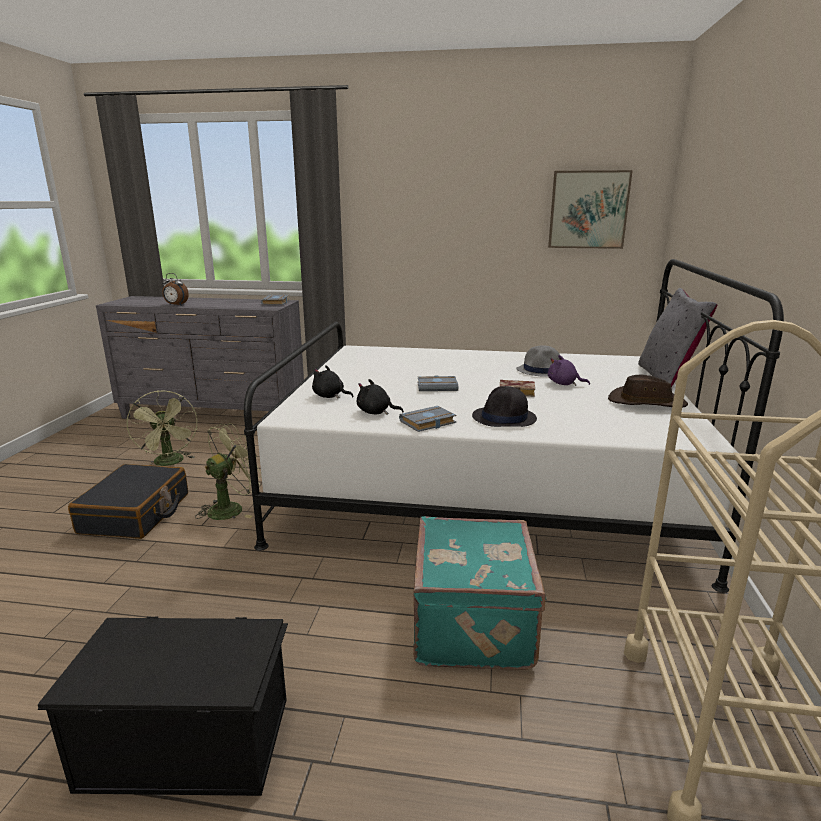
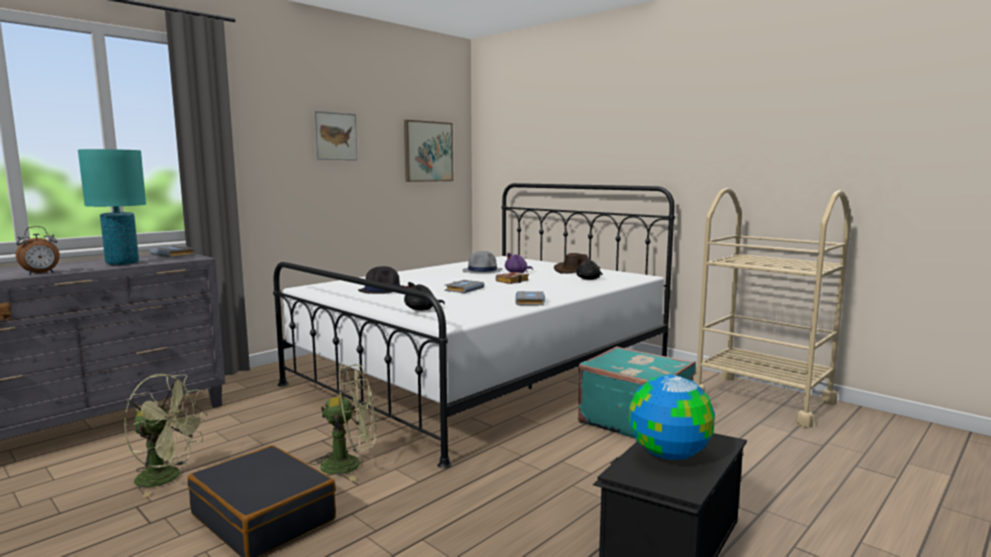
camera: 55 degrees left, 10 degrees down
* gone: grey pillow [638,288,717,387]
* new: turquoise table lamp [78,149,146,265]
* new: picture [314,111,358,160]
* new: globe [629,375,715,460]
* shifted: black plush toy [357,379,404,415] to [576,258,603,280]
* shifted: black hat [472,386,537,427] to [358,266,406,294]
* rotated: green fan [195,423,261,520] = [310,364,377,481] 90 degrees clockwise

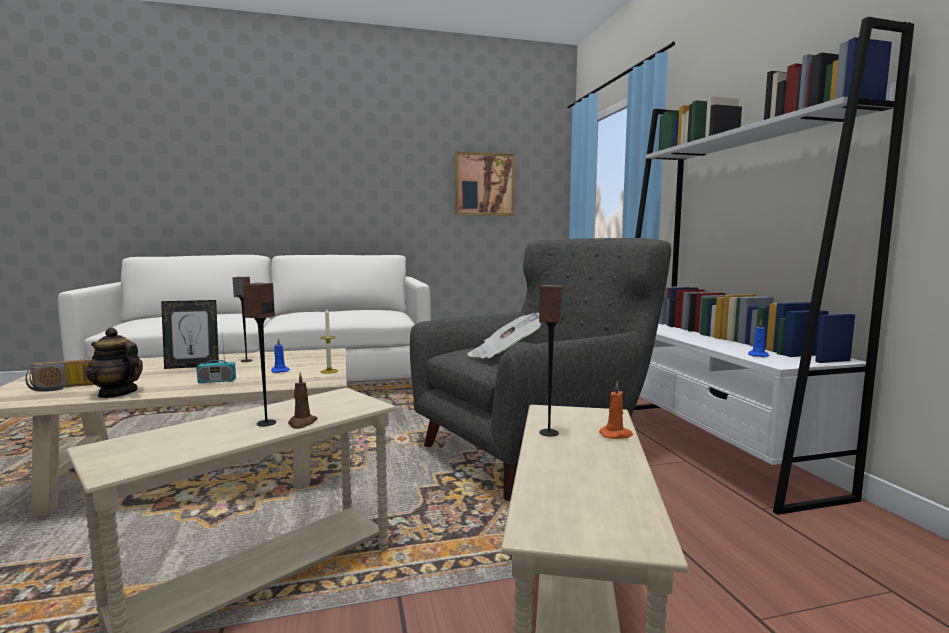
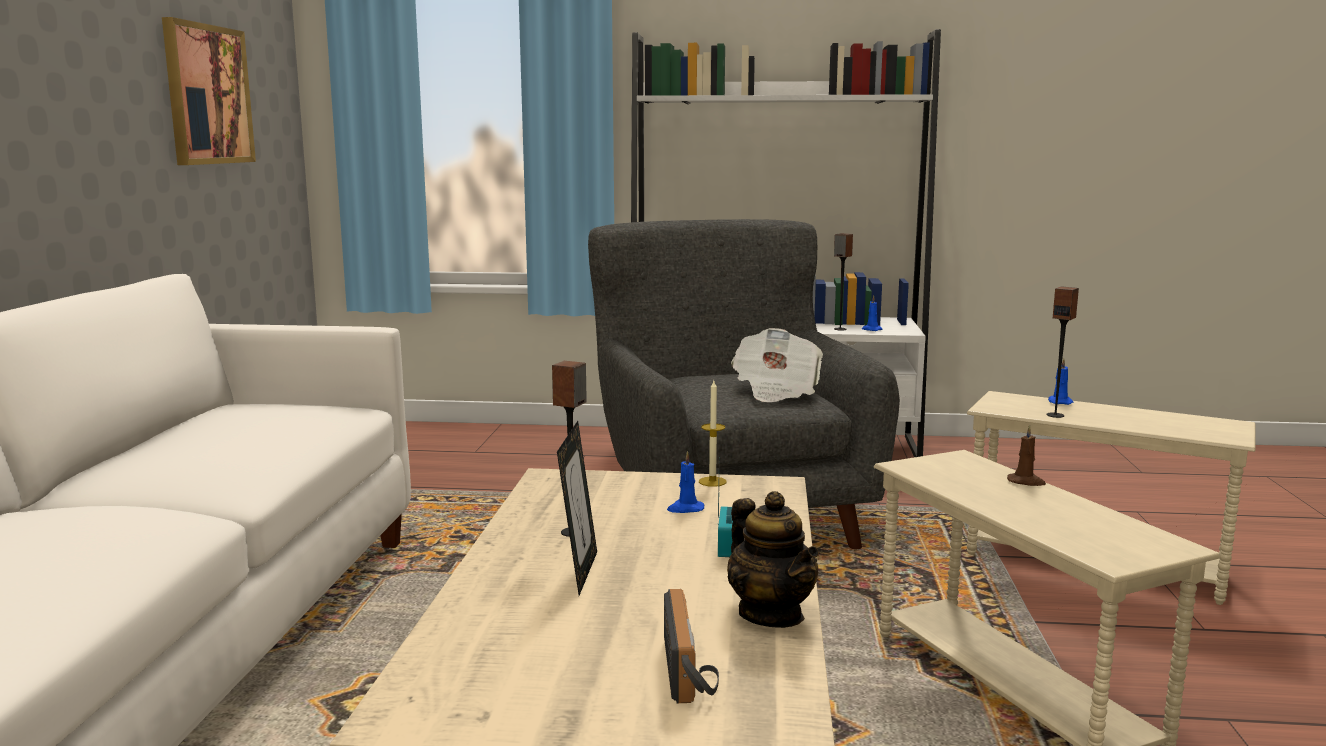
camera: 70 degrees left, 5 degrees up
* shifted: speaker [243,283,276,427] to [834,233,853,330]
* repainted: orange candle [599,381,633,439] to blue candle [1048,359,1073,405]
* rotated: teapot [86,327,143,398] = [727,491,819,628] 75 degrees counterclockwise

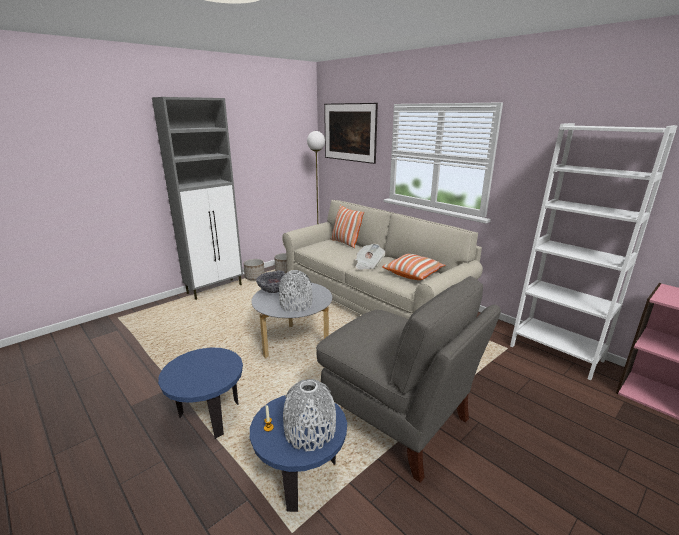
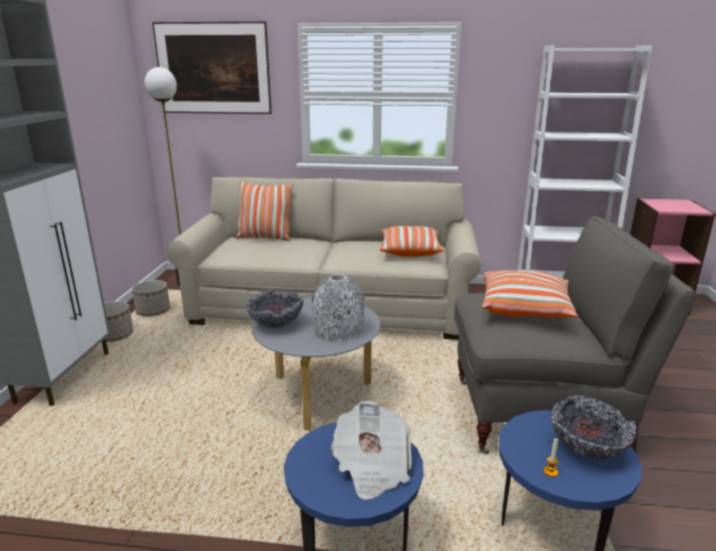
camera: 40 degrees left, 0 degrees up
* new: pillow [482,270,578,318]
* shifted: newspaper [355,244,385,269] to [331,401,412,500]
* swapped: grey vase [283,379,336,451] to bowl [551,395,637,459]

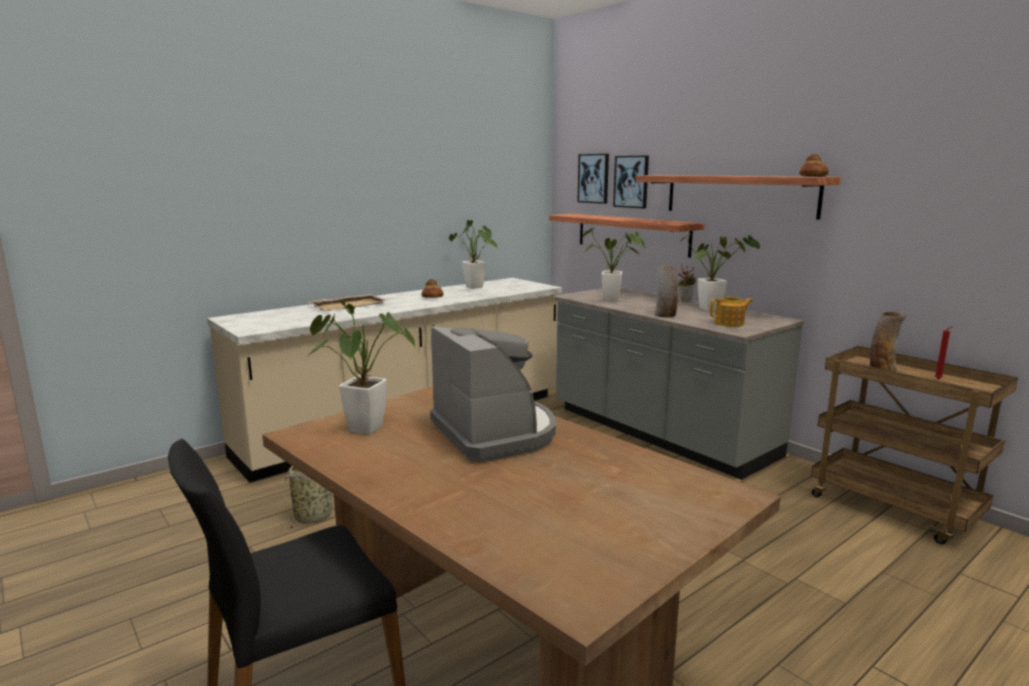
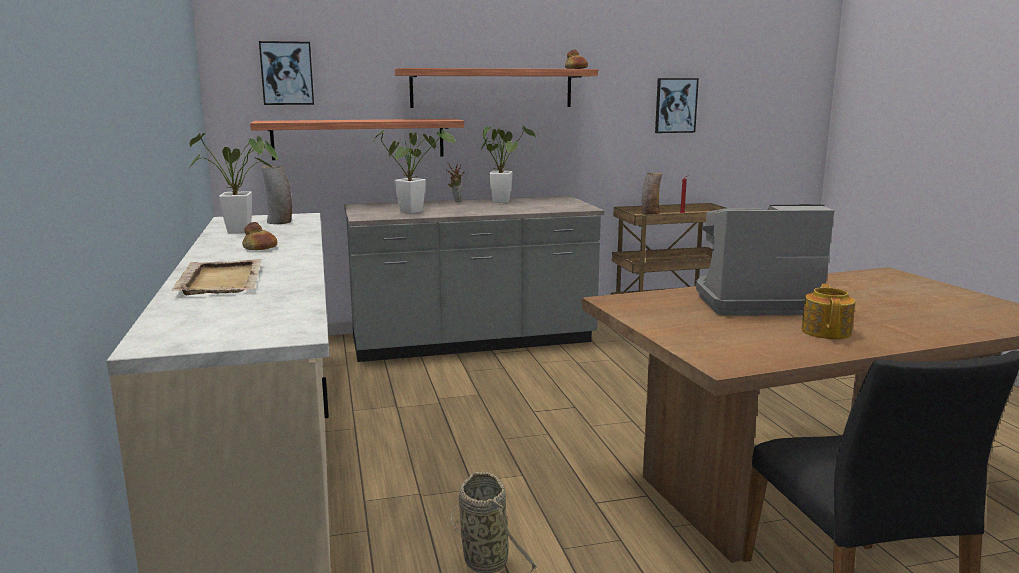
camera: 65 degrees left, 0 degrees up
* gone: potted plant [306,300,416,434]
* shifted: picture [613,156,649,209] to [655,78,699,133]
* shifted: vase [655,266,678,317] to [262,166,292,224]
* shifted: teapot [710,297,753,327] to [801,283,855,339]

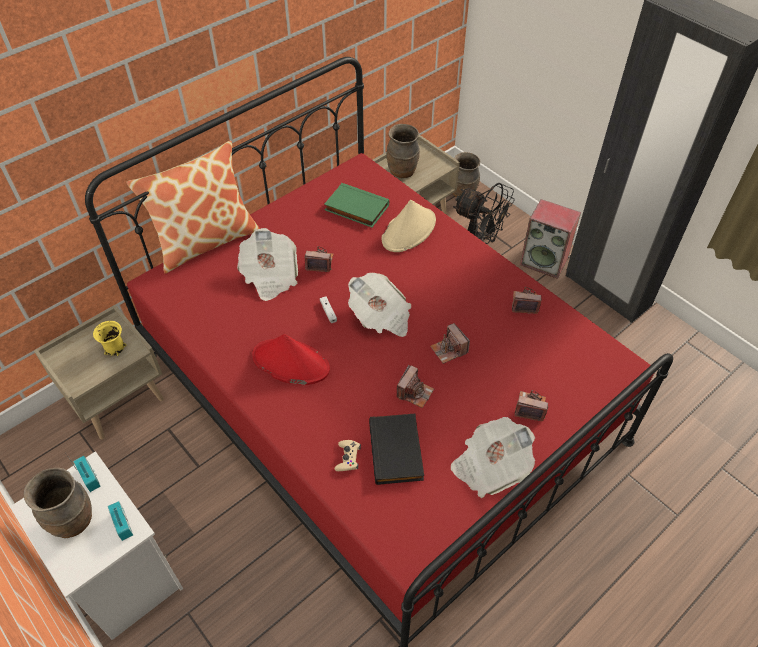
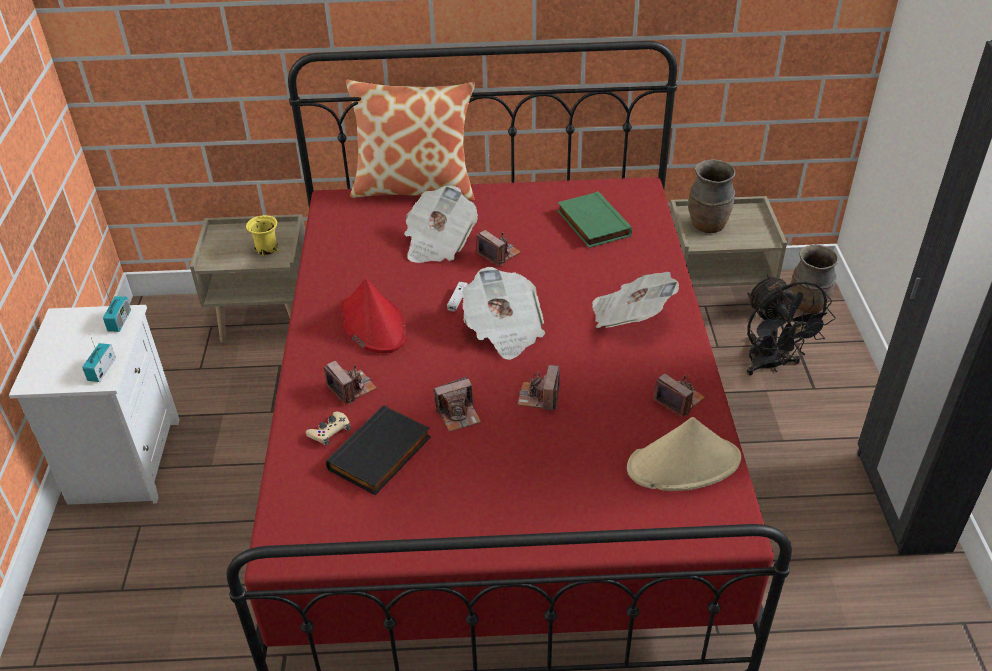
camera: 40 degrees right, 10 degrees down
* gone: brown vase [24,468,92,538]
* gone: speaker [520,199,581,279]
* shifted: beige hat [382,200,436,252] to [627,417,741,491]
* shifted: newspaper [451,417,535,498] to [592,272,679,328]
* shifted: photo camera [515,390,548,421] to [324,361,377,404]

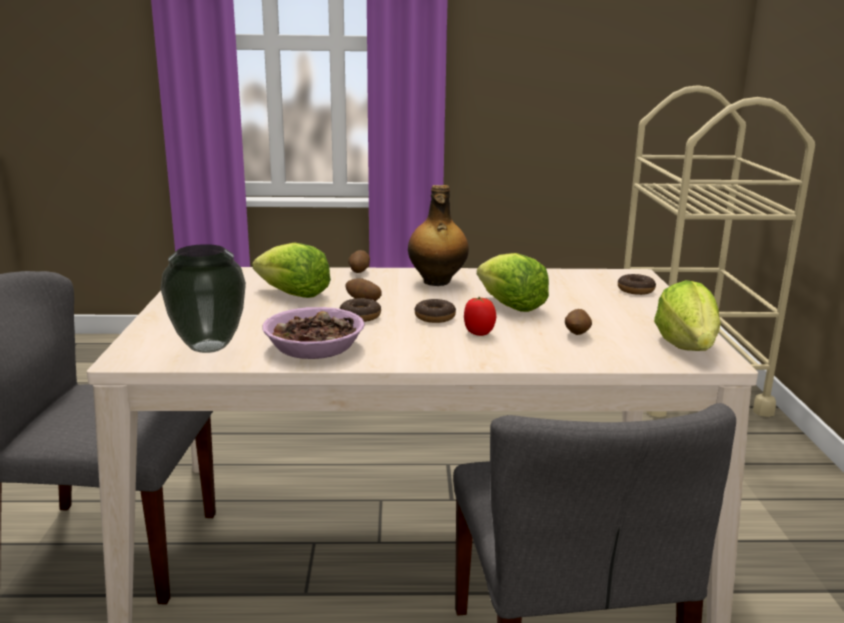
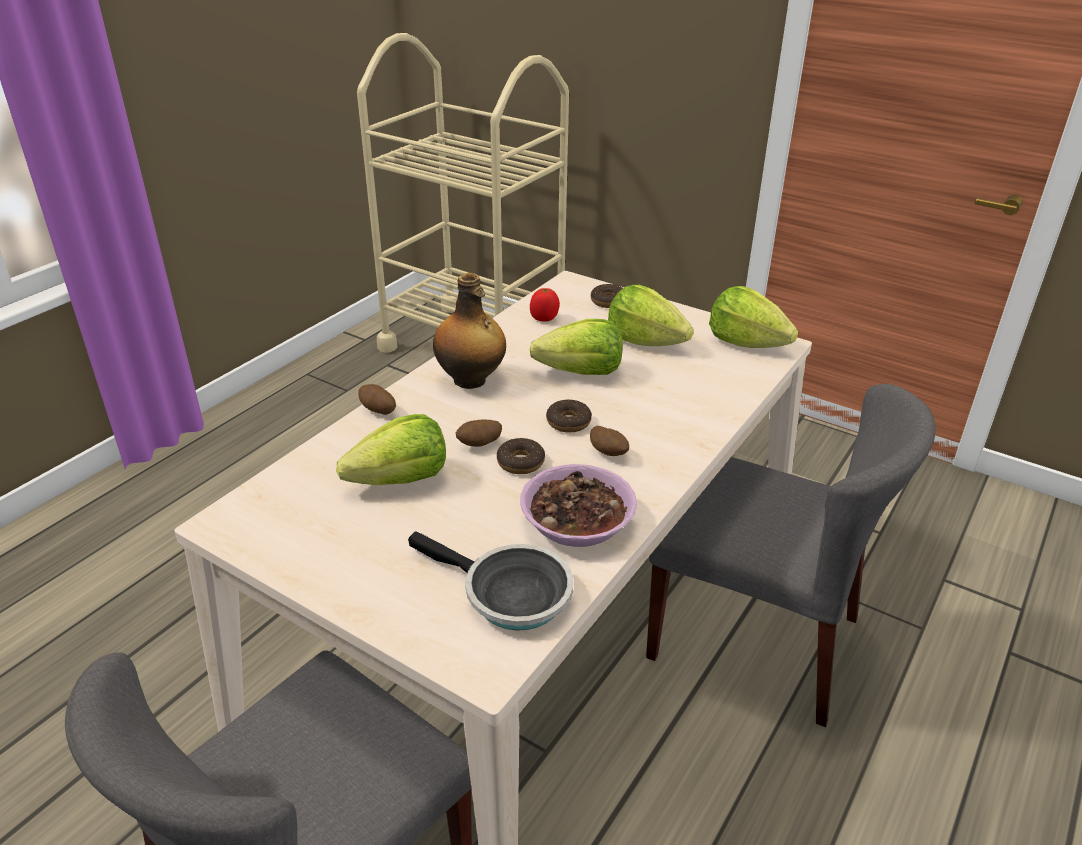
camera: 55 degrees left, 15 degrees up
* new: lettuce [608,285,694,346]
* shifted: tomato [464,297,497,336] to [530,288,560,322]
* shifted: potato [565,309,592,335] to [590,426,629,456]
* swapped: vase [161,244,246,353] to frying pan [408,531,573,631]

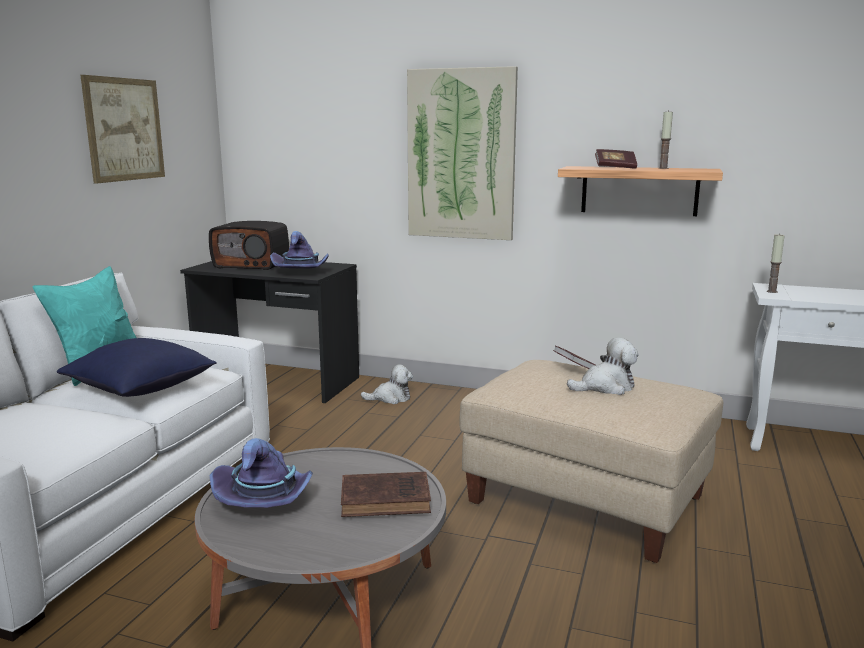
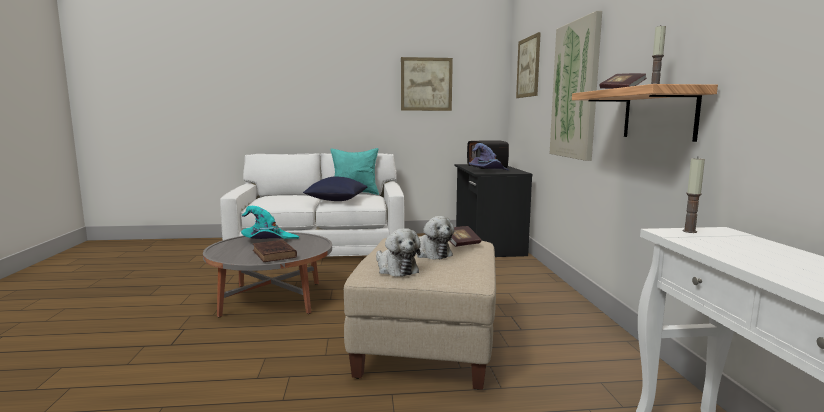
camera: 65 degrees right, 5 degrees down
* new: picture [516,32,541,98]
* shifted: plush toy [361,364,413,404] to [376,228,421,277]
* repainted: purple hat [210,438,313,508] to turquoise hat [241,206,299,239]

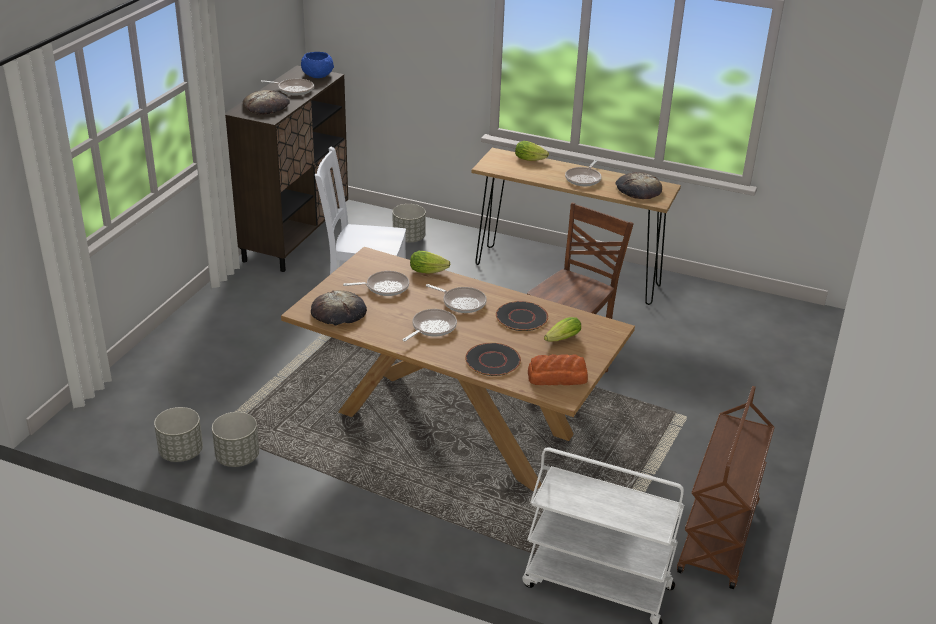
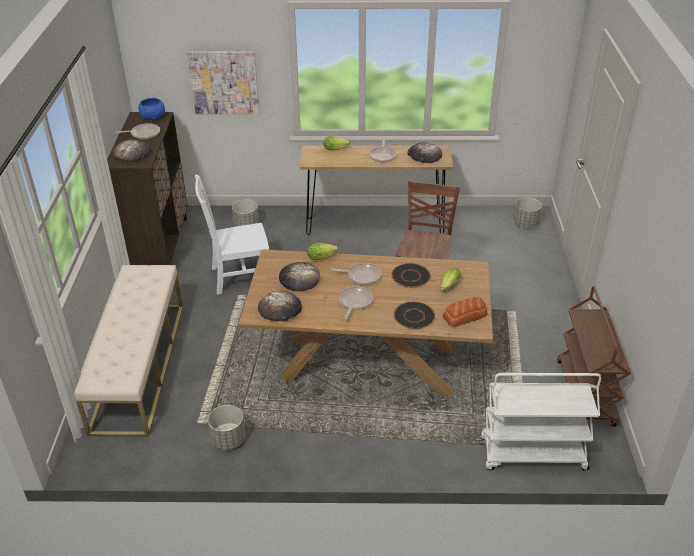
camera: 20 degrees left, 5 degrees up
* new: beige bench [74,265,183,437]
* new: picture [187,51,260,114]
* shifted: grey planter [154,407,203,462] to [513,197,542,228]
* swapped: frying pan [343,271,409,296] to bread [279,262,320,291]

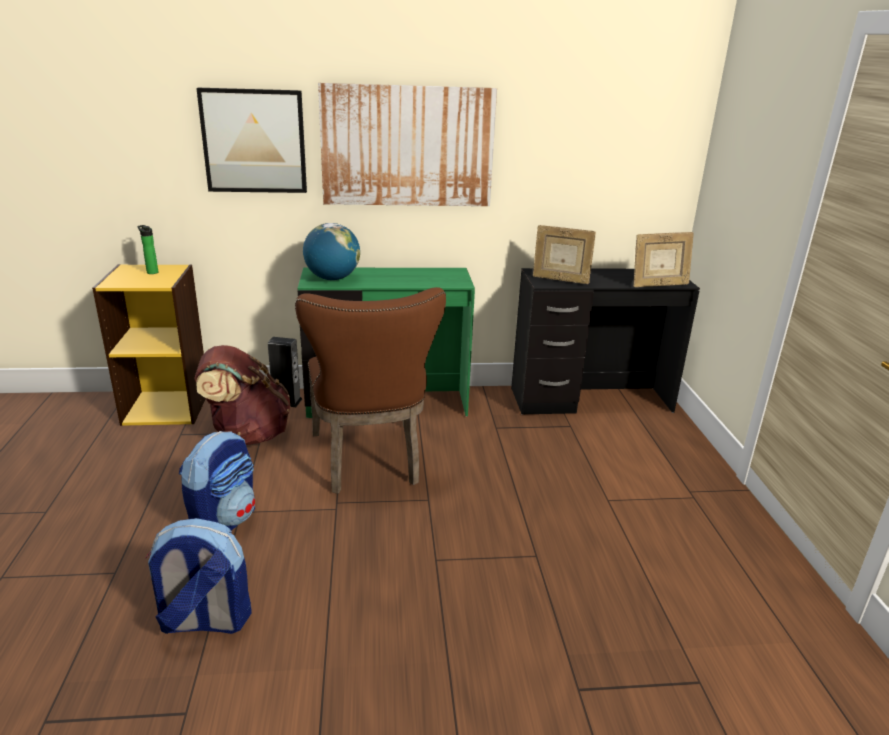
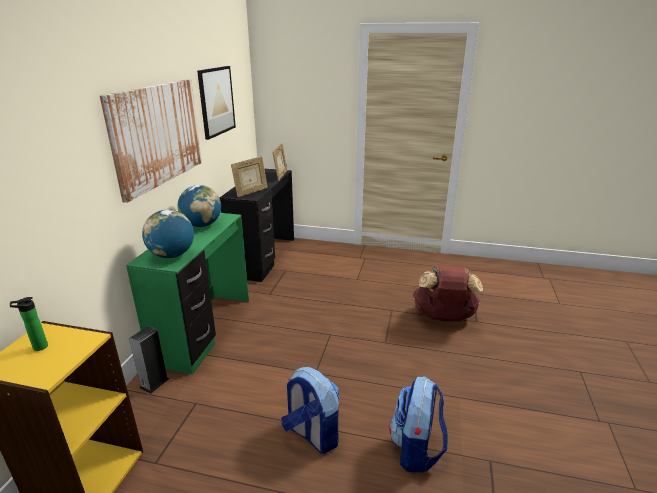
camera: 70 degrees left, 0 degrees up
* gone: brown chair [295,287,446,494]
* new: globe [178,185,221,227]
* shifted: brown backpack [194,345,290,445] to [413,266,483,322]
* shifted: picture [196,88,307,193] to [197,66,236,140]

